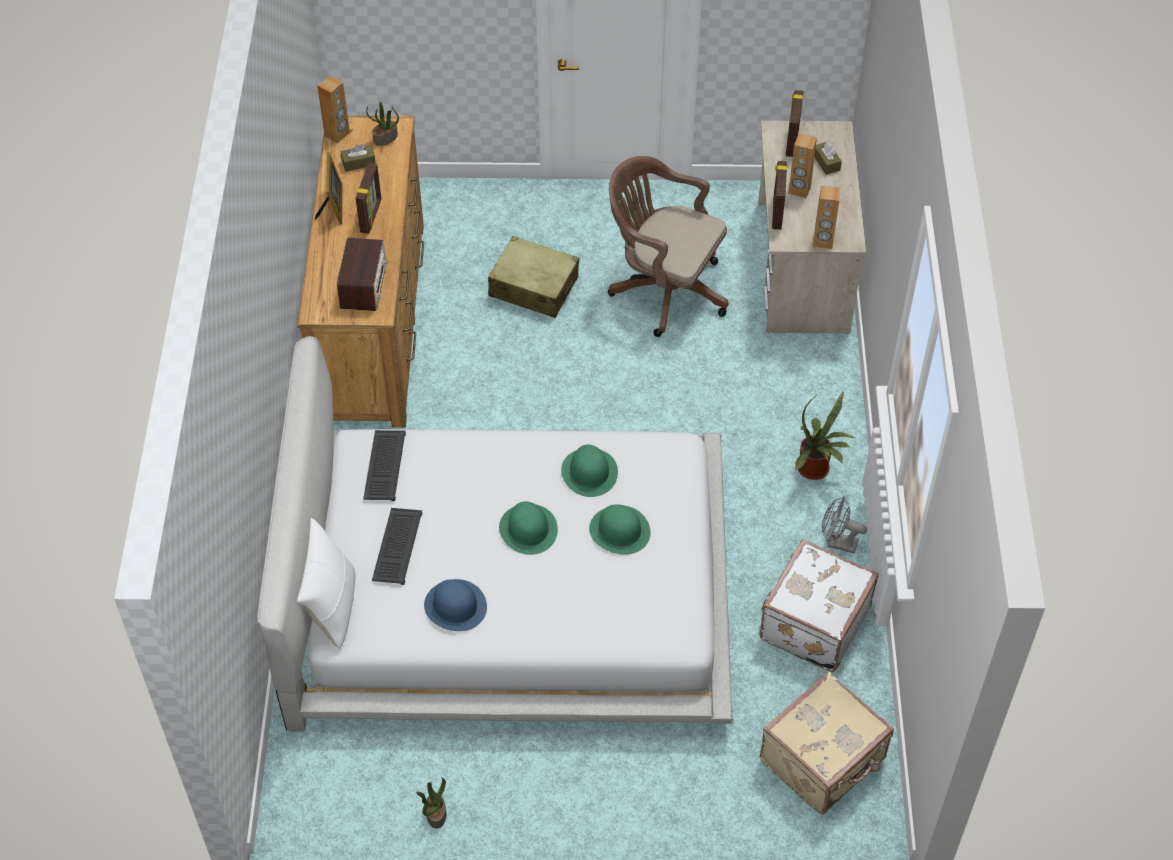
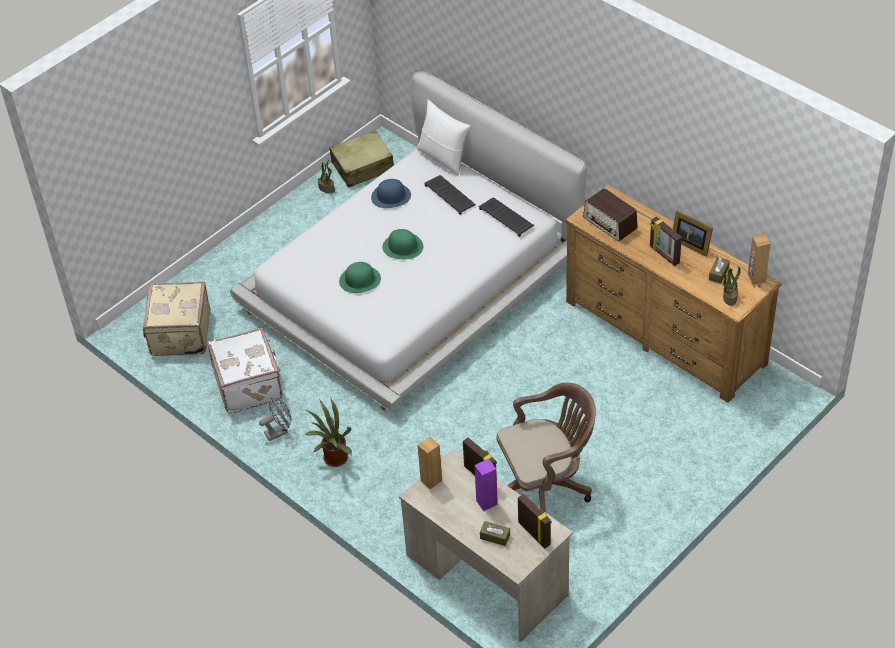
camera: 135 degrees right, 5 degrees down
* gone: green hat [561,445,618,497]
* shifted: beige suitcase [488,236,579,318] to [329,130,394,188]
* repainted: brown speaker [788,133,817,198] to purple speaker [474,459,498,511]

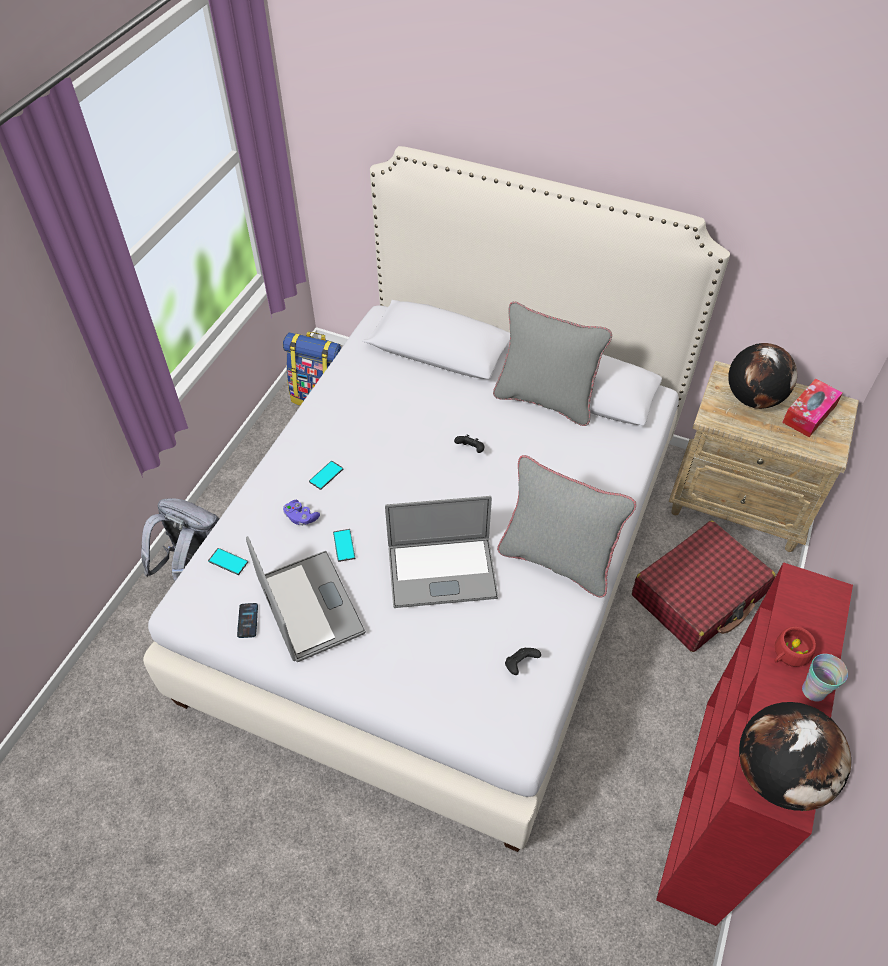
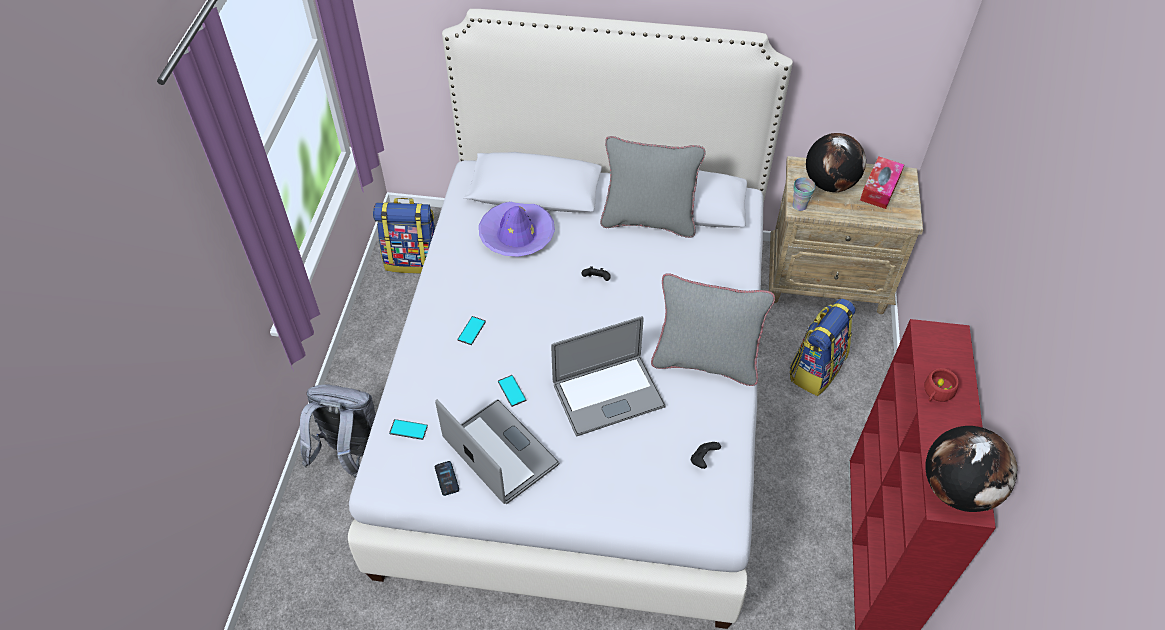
camera: 15 degrees left, 0 degrees up
* gone: purple game controller [283,500,320,526]
* new: purple hat [479,202,555,257]
* shifted: cup [802,654,848,702] to [792,177,816,211]
* swapped: red suitcase [632,521,776,652] to backpack [790,298,855,396]

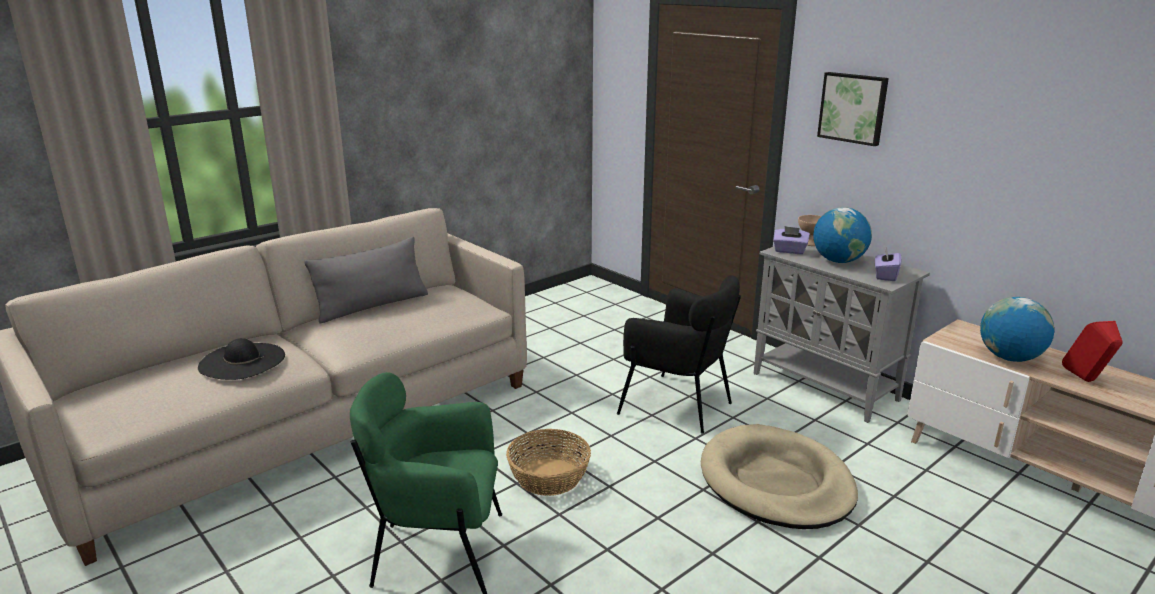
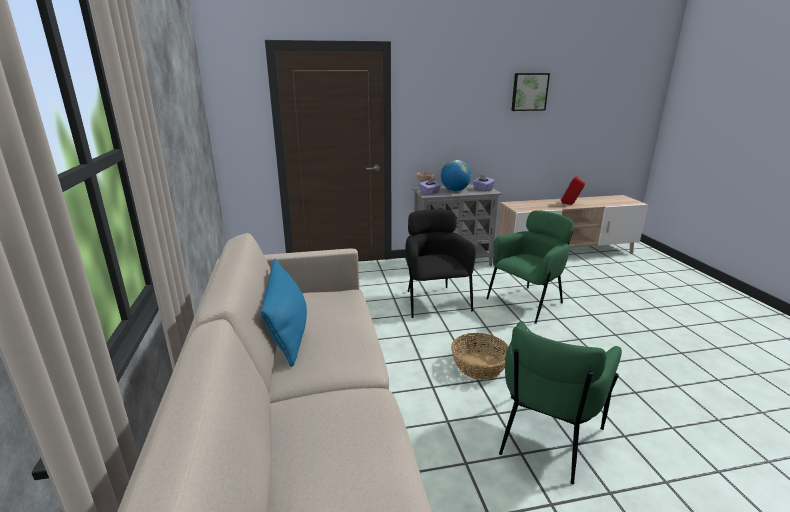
camera: 60 degrees left, 0 degrees up
* gone: black hat [198,338,285,380]
* gone: globe [980,297,1054,362]
* shifted: picture [817,72,889,146] to [511,73,550,111]
* swapped: beige dog bed [701,424,858,529] to green armchair [486,210,573,324]
* repainted: grey pillow [304,237,428,323] to blue pillow [260,259,307,367]
* rotated: black armchair [617,275,741,434] = [405,209,476,318] 75 degrees counterclockwise

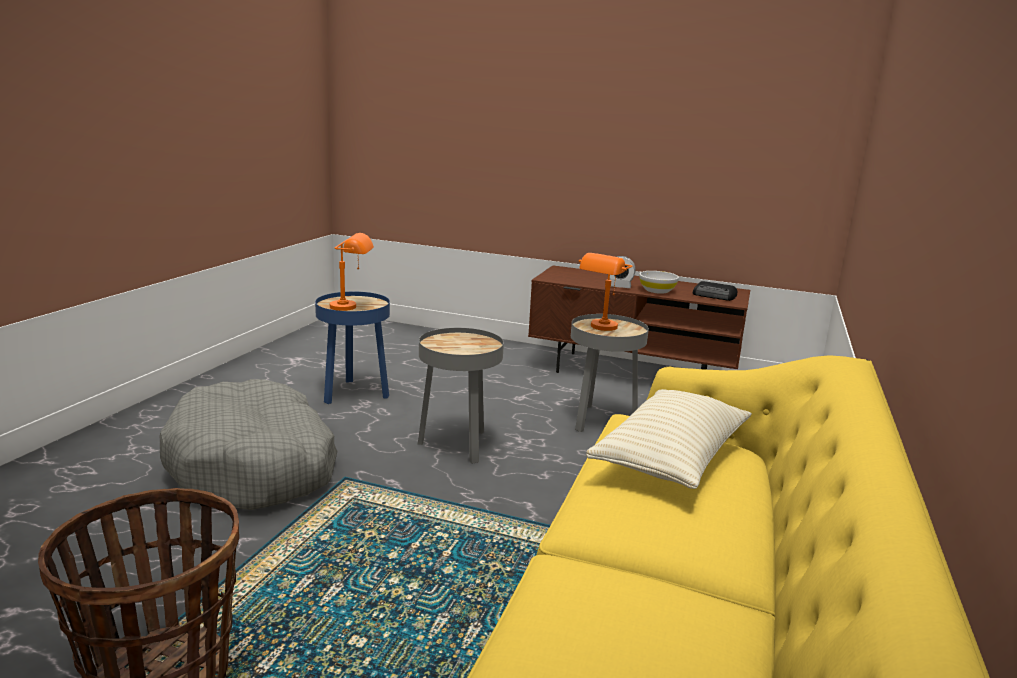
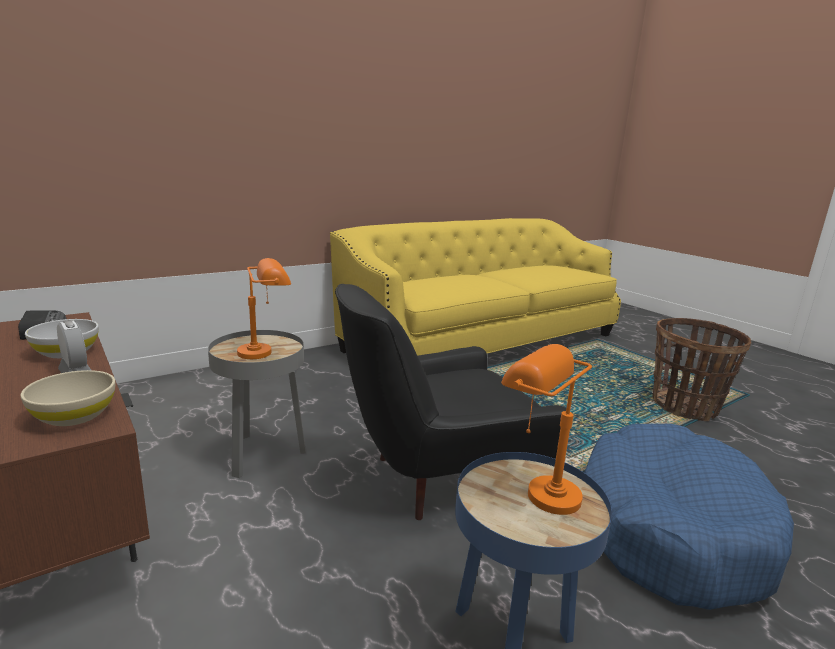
camera: 145 degrees left, 0 degrees up
* gone: beige pillow [586,389,752,489]
* new: beige bowl [20,370,115,426]
* swapped: grey side table [418,328,504,464] to black armchair [335,284,566,520]
* repainted: grey dog bed [160,379,337,510] to blue dog bed [584,423,794,610]

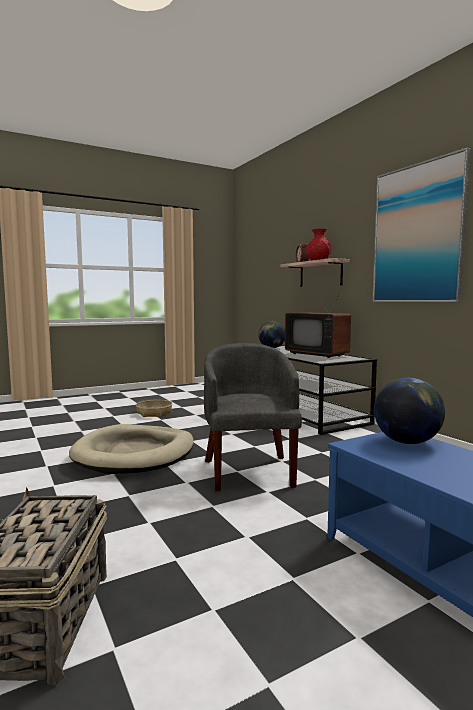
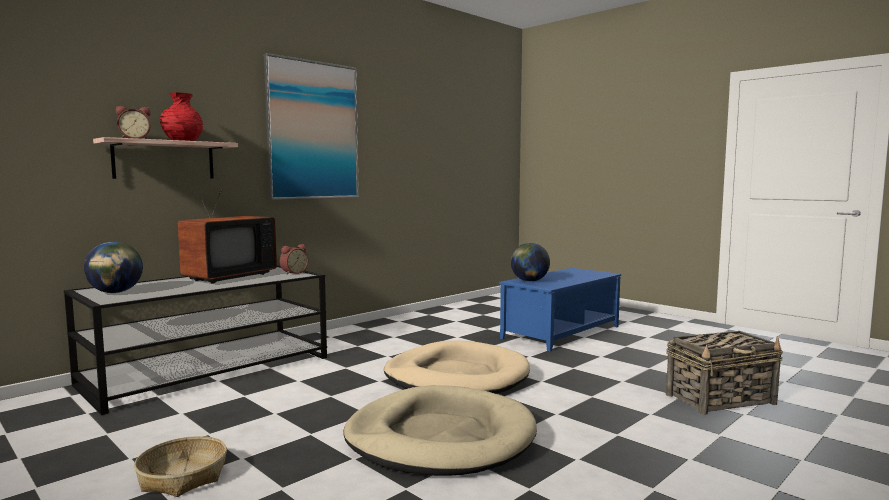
camera: 105 degrees left, 0 degrees up
* new: alarm clock [280,244,308,275]
* swapped: grey armchair [204,343,302,491] to beige dog bed [384,340,530,394]

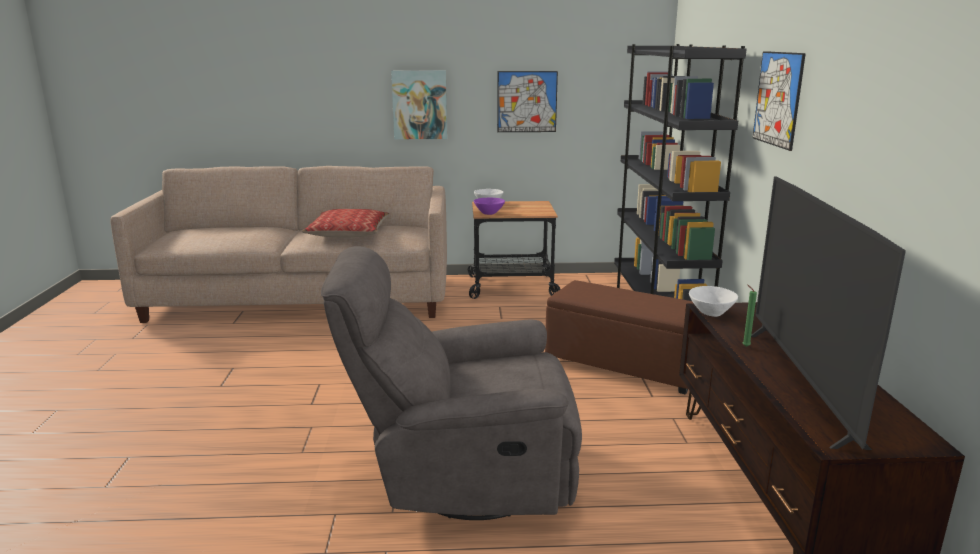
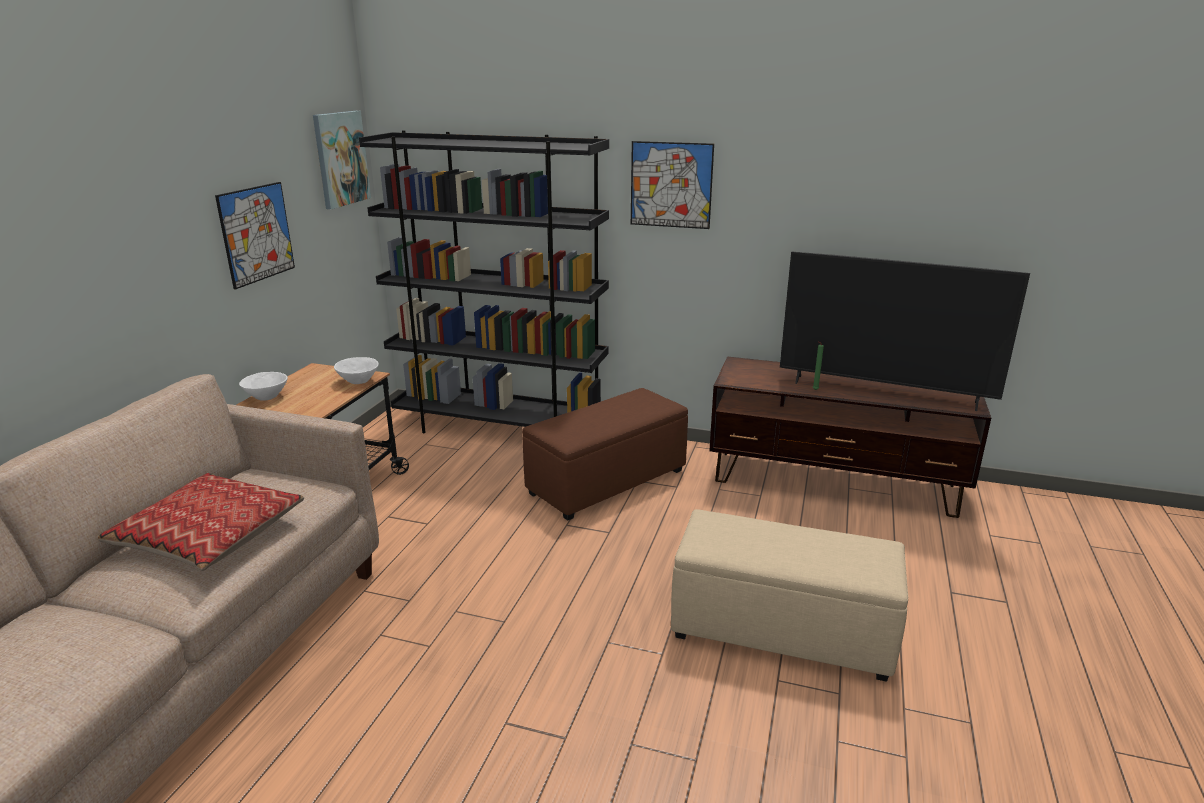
camera: 70 degrees left, 5 degrees up
* gone: purple bowl [474,198,505,215]
* shifted: picture [391,71,447,139] to [313,111,371,209]
* shifted: white bowl [689,286,738,317] to [334,357,379,384]
* swapped: grey armchair [321,246,582,520] to beige ottoman [671,509,908,682]

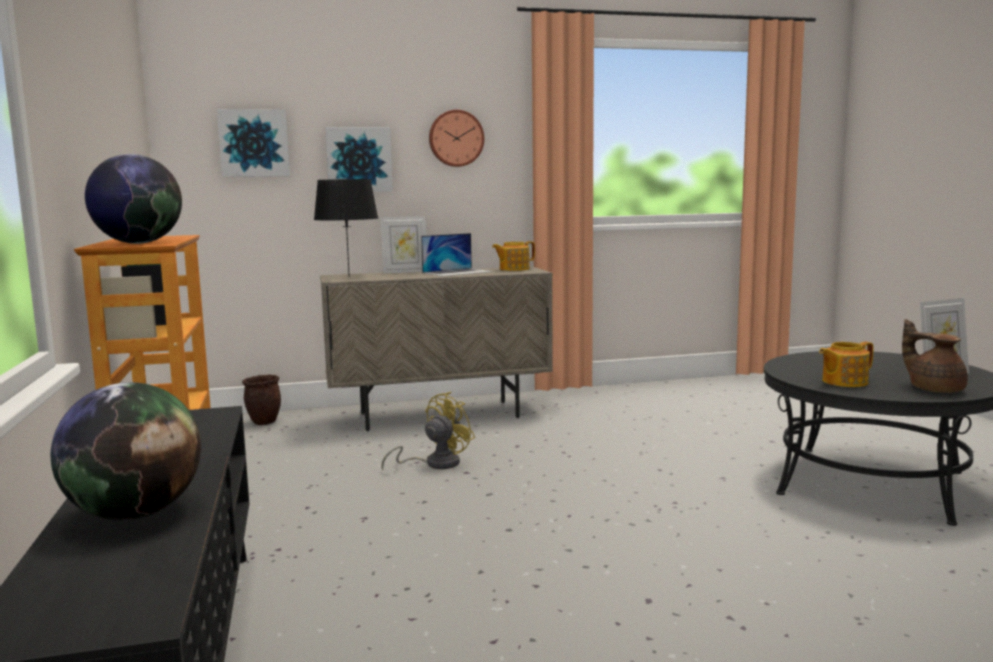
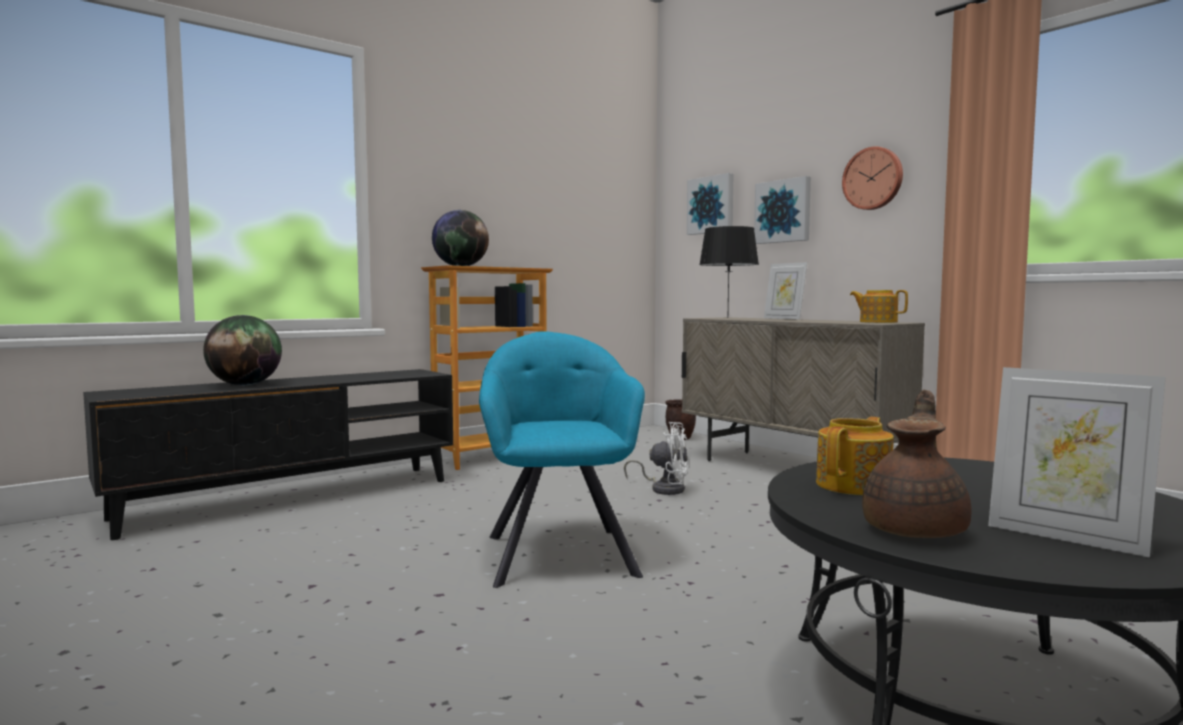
camera: 65 degrees right, 5 degrees down
* gone: laptop [421,233,493,277]
* new: turquoise armchair [479,331,645,588]
* repainted: yellow fan [382,392,475,470] to white fan [624,422,689,495]
* rotated: teapot [819,342,874,387] = [816,417,894,495] 90 degrees clockwise

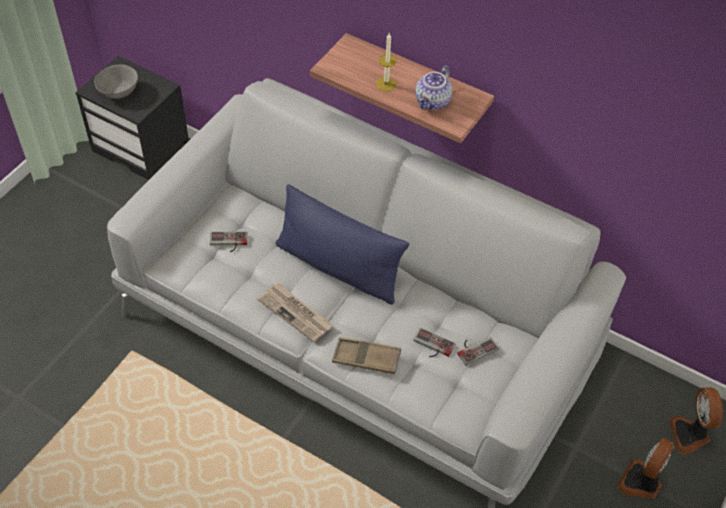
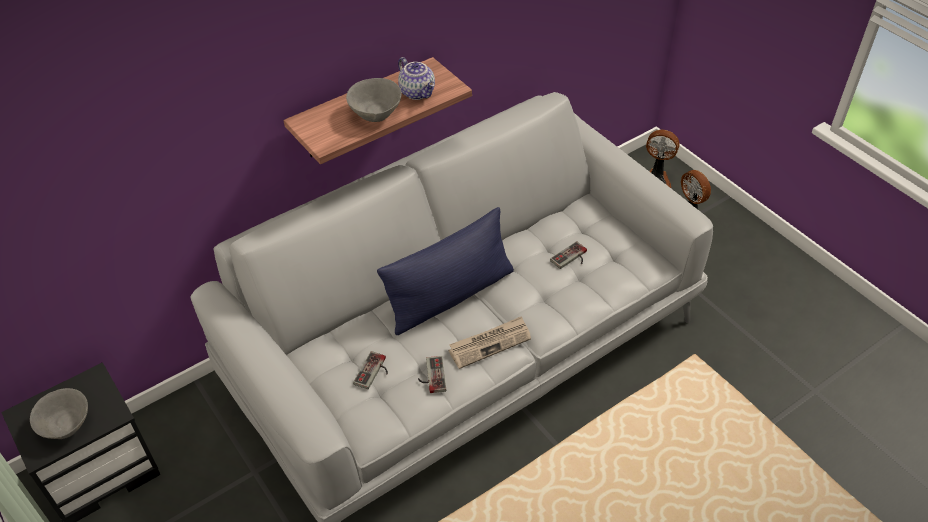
camera: 65 degrees left, 5 degrees down
* gone: brown tray [332,337,401,374]
* shifted: game controller [457,336,499,366] to [418,356,446,393]
* swapped: candle [376,33,396,91] to grey bowl [346,78,402,122]

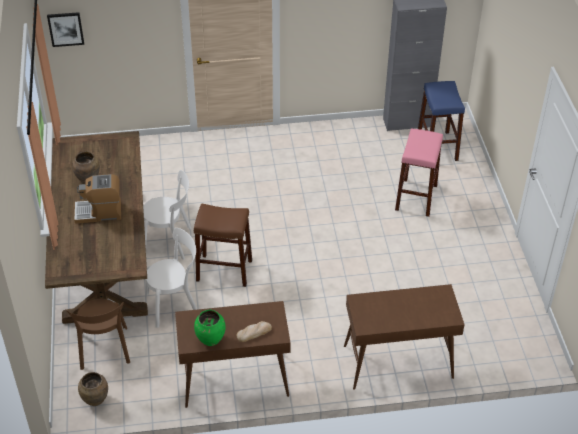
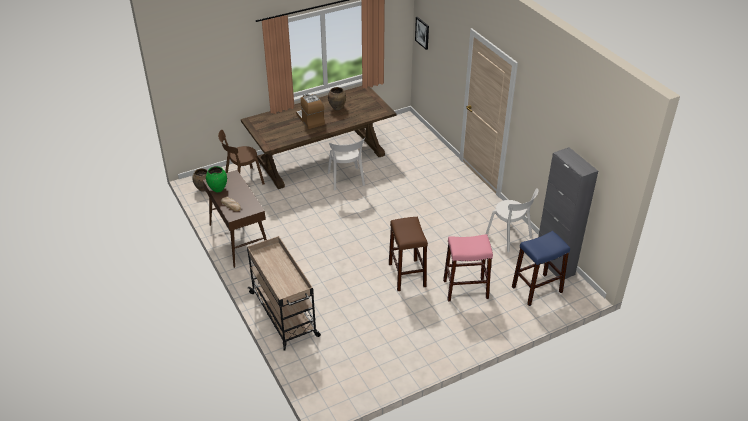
camera: 70 degrees right, 5 degrees down
* shifted: white chair [145,228,197,328] to [486,188,538,253]
* shifted: brown stool [194,203,252,287] to [389,217,428,291]
* swapped: brown console table [344,284,465,390] to beige cart [247,236,321,351]

